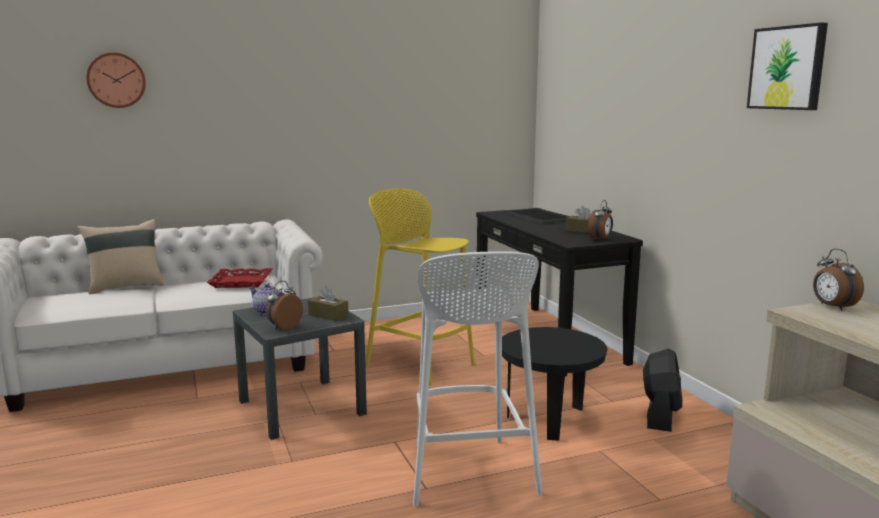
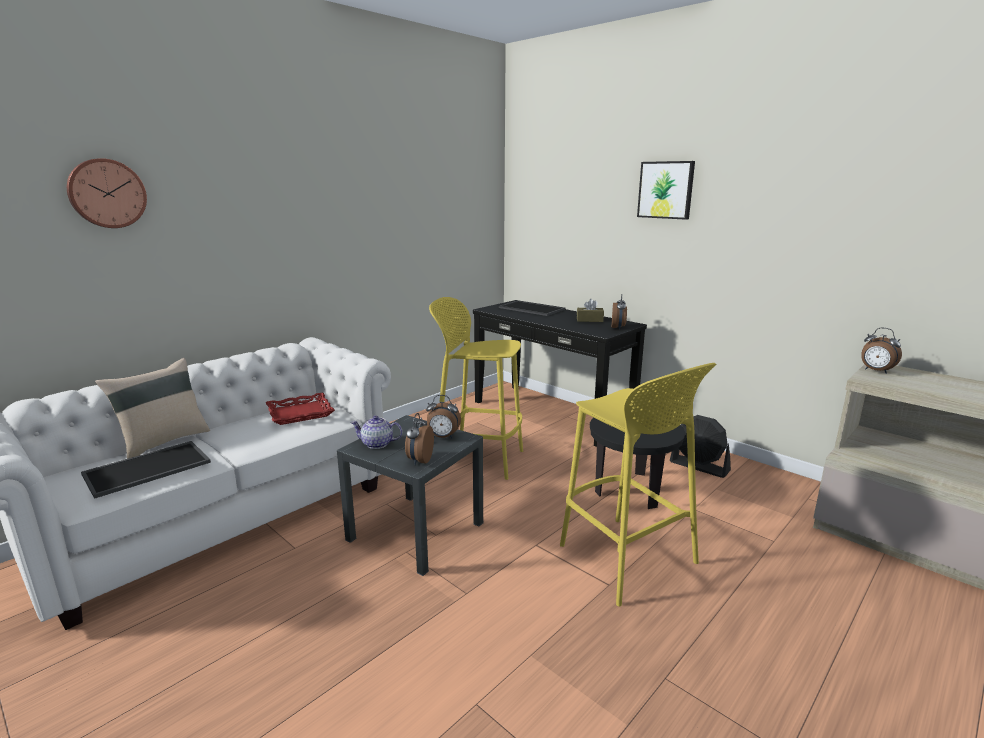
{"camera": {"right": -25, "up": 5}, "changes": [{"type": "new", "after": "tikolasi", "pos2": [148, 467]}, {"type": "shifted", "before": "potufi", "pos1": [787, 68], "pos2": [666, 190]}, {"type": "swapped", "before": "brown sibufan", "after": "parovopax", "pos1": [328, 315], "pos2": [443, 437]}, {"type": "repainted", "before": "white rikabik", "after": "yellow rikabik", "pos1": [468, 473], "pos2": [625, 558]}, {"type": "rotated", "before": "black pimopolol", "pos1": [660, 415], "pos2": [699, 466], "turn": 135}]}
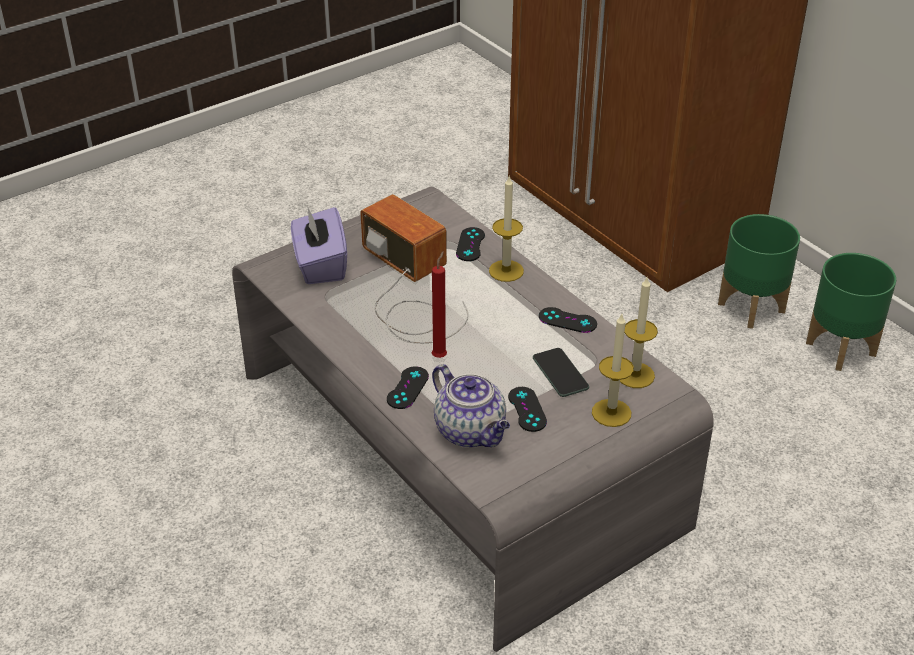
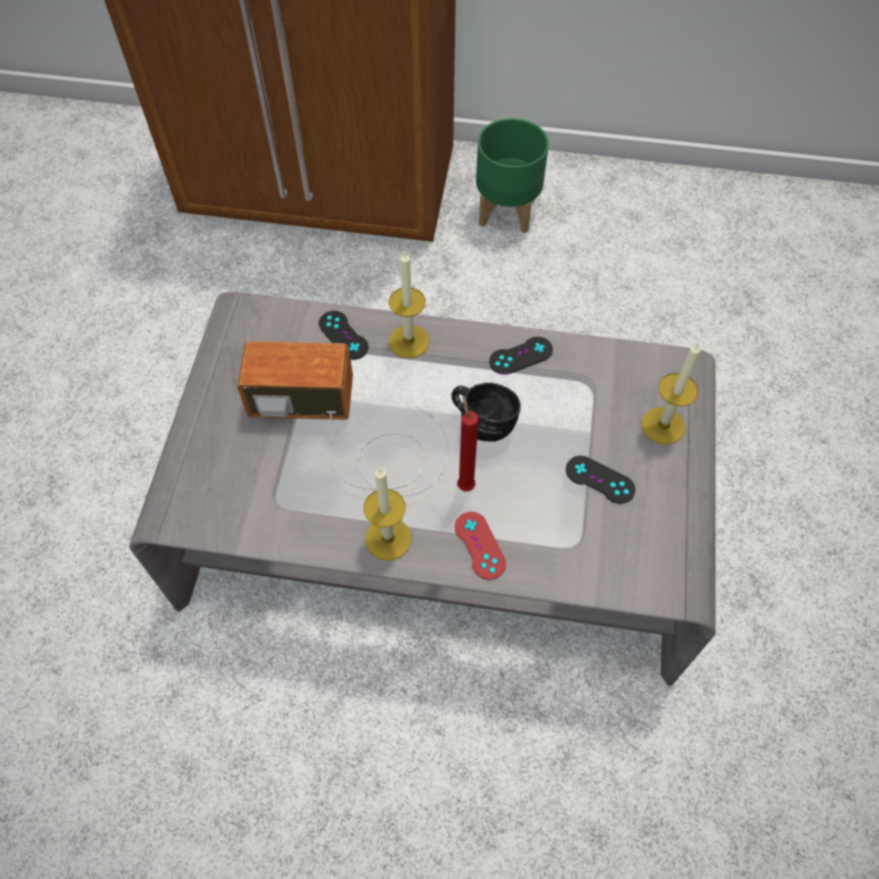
{"camera": {"right": -45, "up": 20}, "changes": [{"type": "gone", "before": "purple sibufan", "pos1": [320, 265]}, {"type": "gone", "before": "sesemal", "pos1": [471, 432]}, {"type": "gone", "before": "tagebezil", "pos1": [560, 373]}, {"type": "gone", "before": "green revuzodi", "pos1": [841, 348]}, {"type": "new", "after": "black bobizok", "pos2": [483, 421]}, {"type": "shifted", "before": "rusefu", "pos1": [635, 375], "pos2": [388, 538]}, {"type": "repainted", "before": "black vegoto", "after": "red vegoto", "pos1": [407, 388], "pos2": [479, 545]}]}
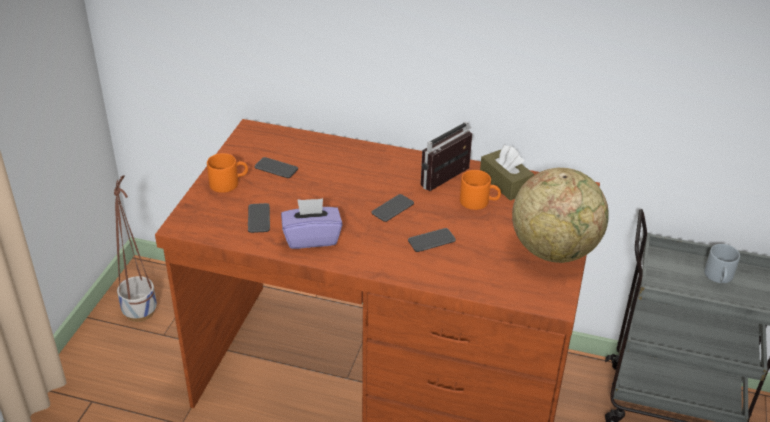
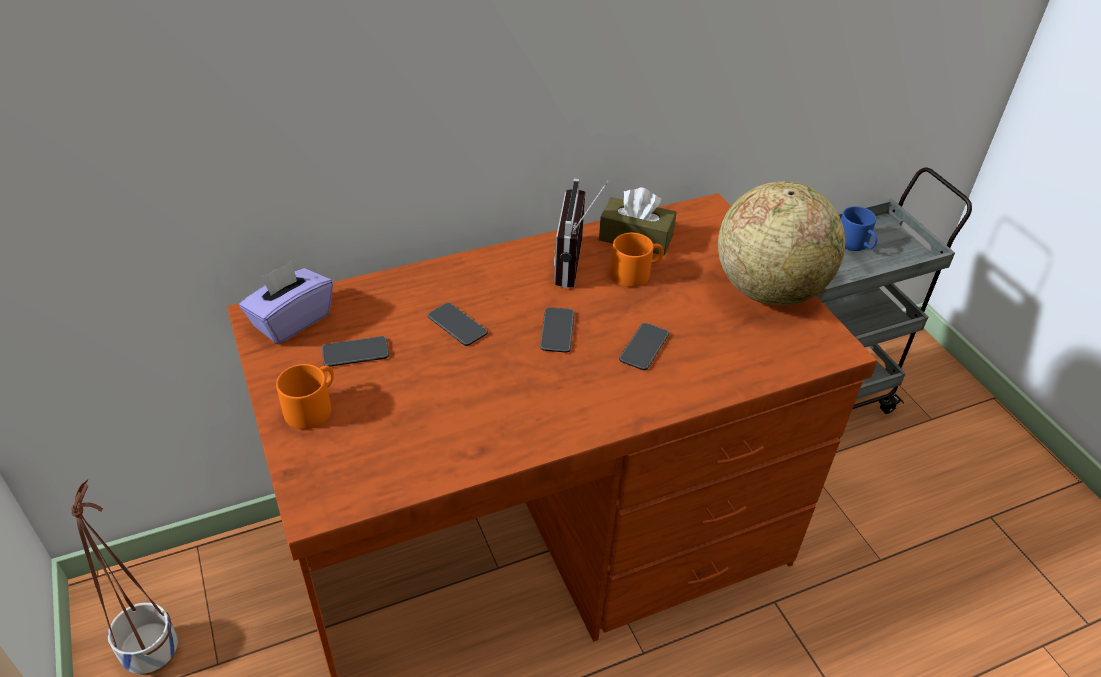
{"camera": {"right": -40, "up": 5}, "changes": [{"type": "shifted", "before": "tagebezil", "pos1": [259, 219], "pos2": [457, 325]}, {"type": "shifted", "before": "purple sibufan", "pos1": [311, 238], "pos2": [291, 320]}, {"type": "repainted", "before": "grey bobizok", "after": "blue bobizok", "pos1": [719, 277], "pos2": [856, 244]}]}
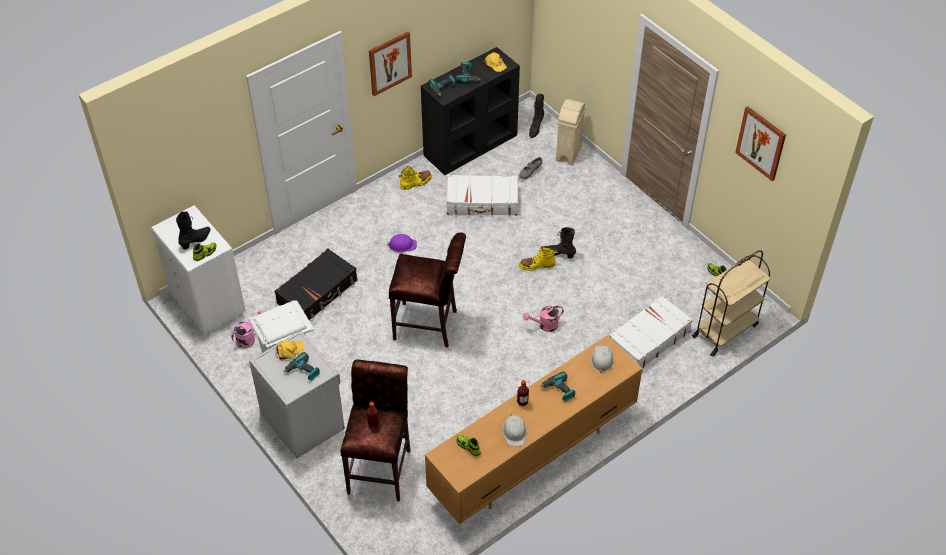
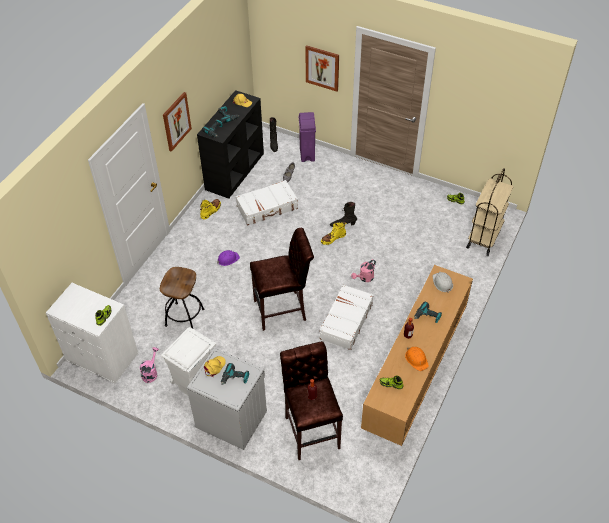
{"camera": {"right": -25, "up": 0}, "changes": [{"type": "gone", "before": "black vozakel", "pos1": [196, 241]}, {"type": "shifted", "before": "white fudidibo", "pos1": [648, 339], "pos2": [346, 321]}, {"type": "shifted", "before": "potufi", "pos1": [761, 143], "pos2": [322, 68]}, {"type": "swapped", "before": "black fudidibo", "after": "brown rikabik", "pos1": [318, 292], "pos2": [184, 317]}, {"type": "repainted", "before": "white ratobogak", "after": "orange ratobogak", "pos1": [514, 432], "pos2": [416, 359]}, {"type": "repainted", "before": "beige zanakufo", "after": "purple zanakufo", "pos1": [568, 153], "pos2": [307, 154]}]}
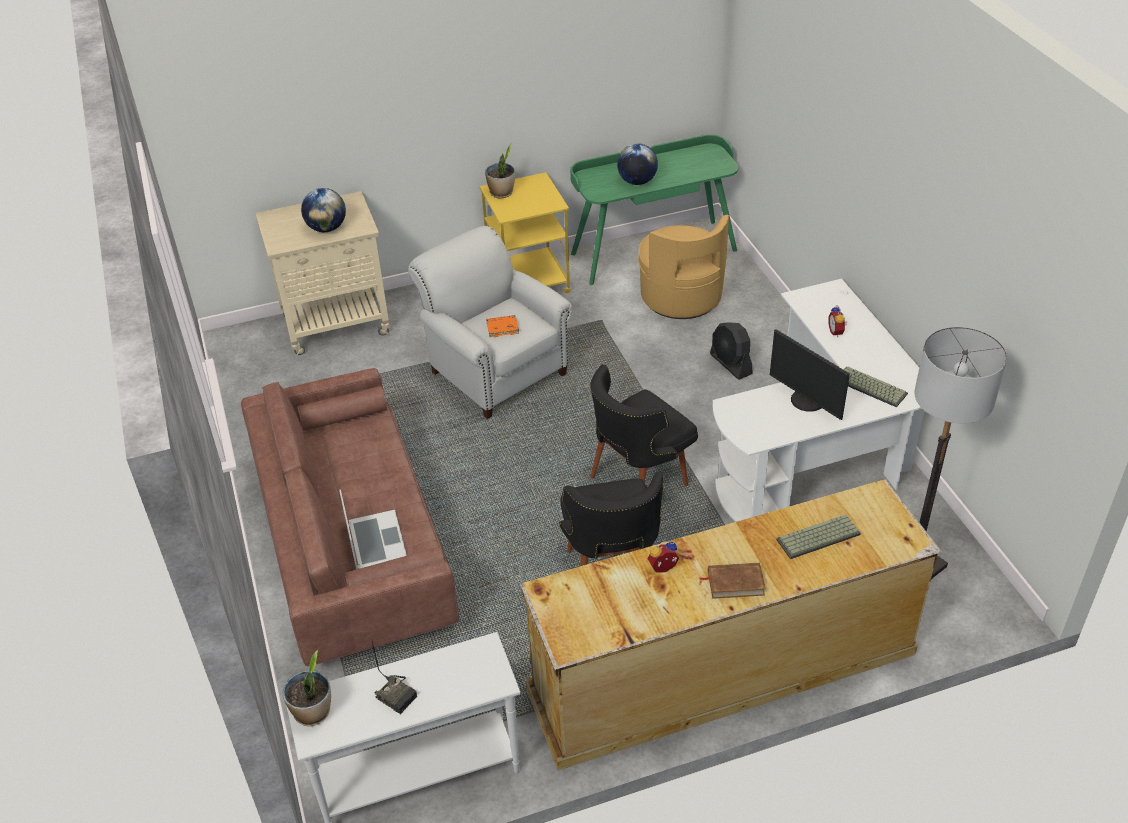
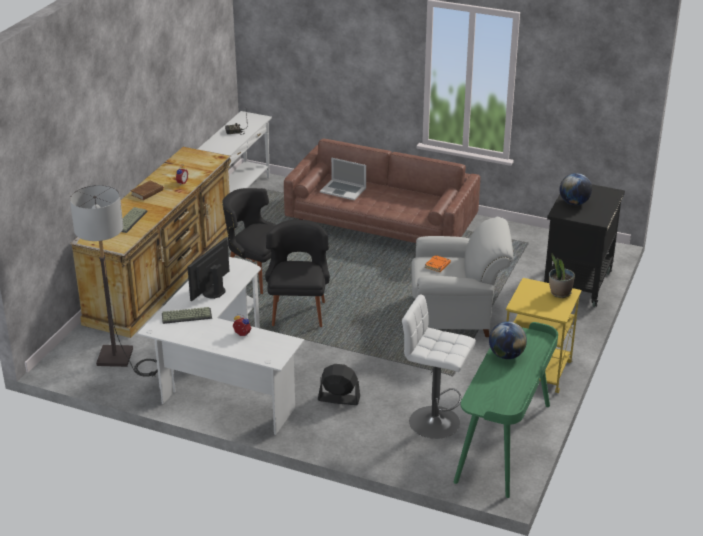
{"camera": {"right": 130, "up": -10}, "changes": [{"type": "gone", "before": "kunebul", "pos1": [313, 712]}, {"type": "swapped", "before": "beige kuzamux", "after": "white rikabik", "pos1": [680, 296], "pos2": [434, 422]}, {"type": "repainted", "before": "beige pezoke", "after": "black pezoke", "pos1": [337, 325], "pos2": [577, 285]}, {"type": "rotated", "before": "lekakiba", "pos1": [806, 401], "pos2": [212, 291], "turn": -60}]}
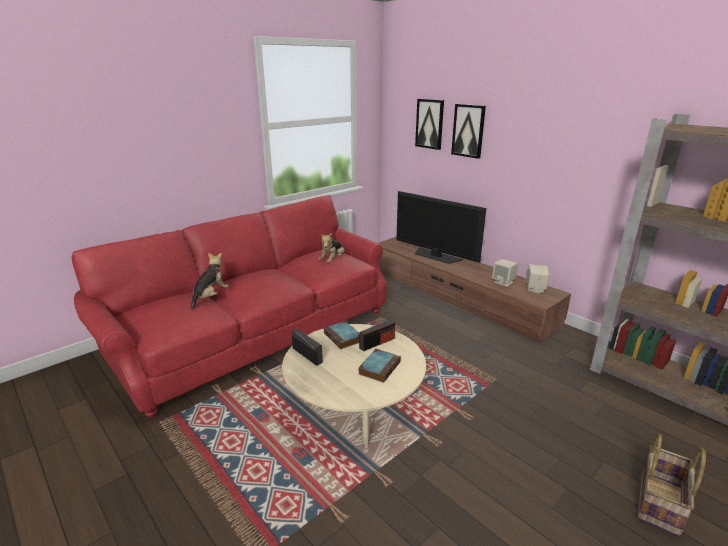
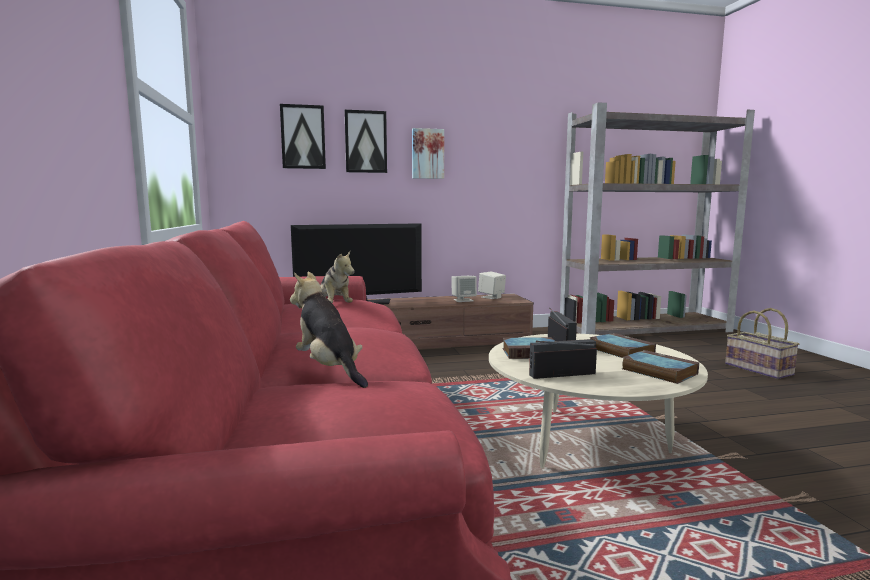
{"camera": {"right": -60, "up": -15}, "changes": [{"type": "new", "after": "potufi", "pos2": [427, 154]}, {"type": "new", "after": "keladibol", "pos2": [657, 371]}]}
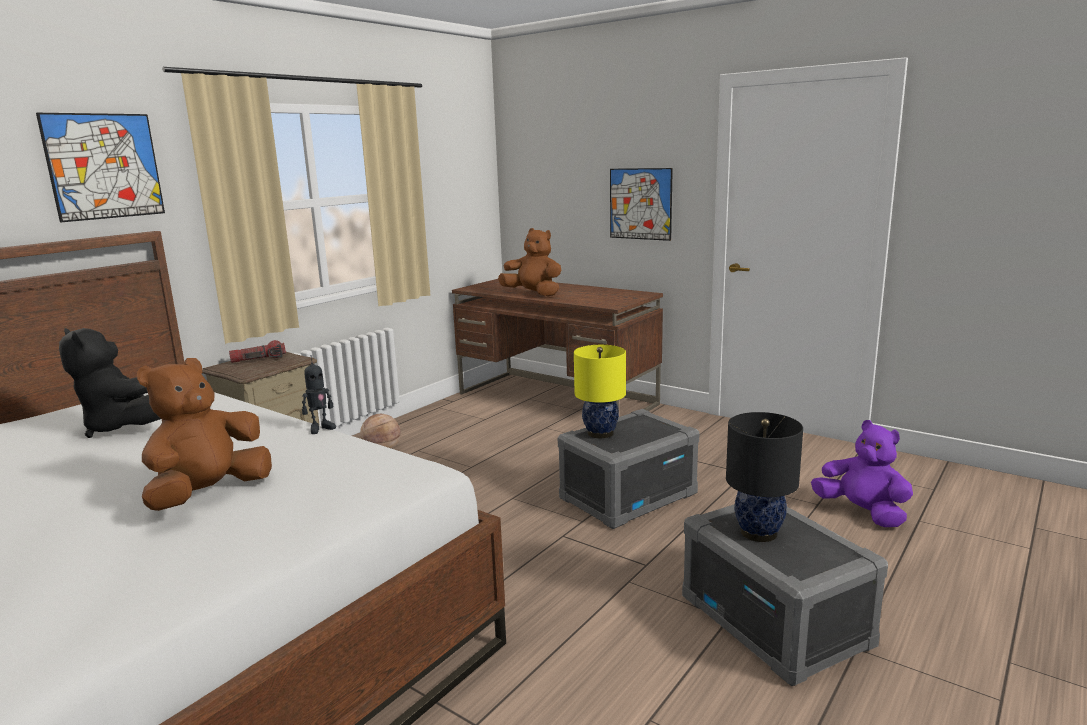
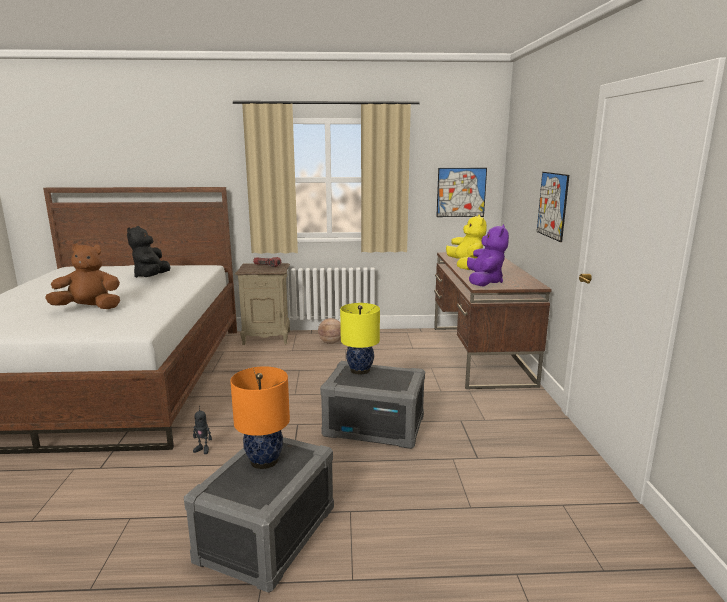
{"camera": {"right": 50, "up": 0}, "changes": [{"type": "shifted", "before": "potufi", "pos1": [104, 166], "pos2": [461, 192]}, {"type": "shifted", "before": "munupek", "pos1": [320, 428], "pos2": [203, 449]}, {"type": "shifted", "before": "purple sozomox", "pos1": [862, 513], "pos2": [484, 282]}, {"type": "repainted", "before": "brown sozomox", "after": "yellow sozomox", "pos1": [533, 294], "pos2": [465, 266]}, {"type": "repainted", "before": "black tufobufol", "after": "orange tufobufol", "pos1": [759, 532], "pos2": [264, 461]}]}
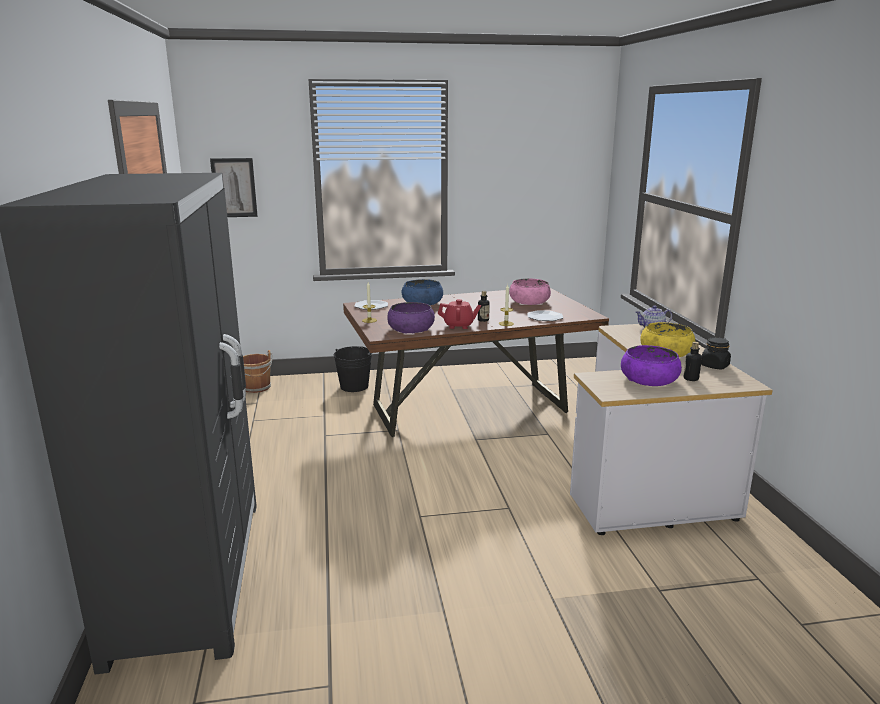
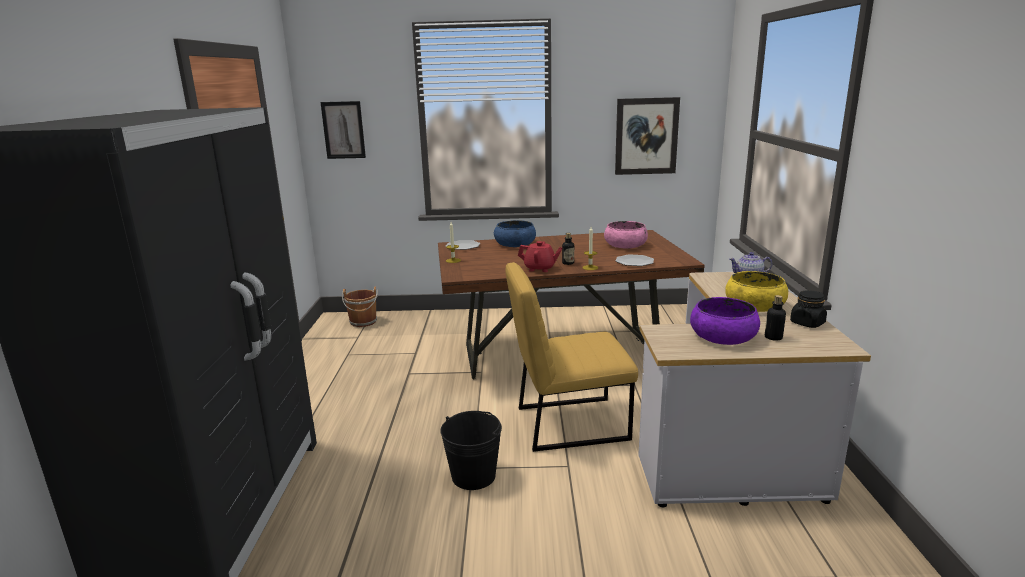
{"camera": {"right": 10, "up": 0}, "changes": [{"type": "gone", "before": "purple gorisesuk", "pos1": [411, 329]}, {"type": "new", "after": "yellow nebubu", "pos2": [568, 423]}, {"type": "new", "after": "potufi", "pos2": [646, 136]}, {"type": "shifted", "before": "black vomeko", "pos1": [354, 386], "pos2": [473, 476]}]}
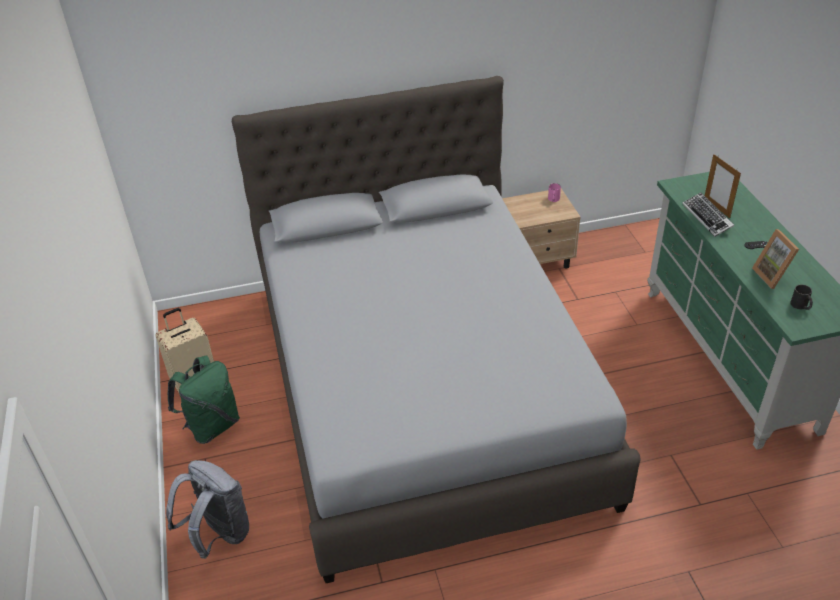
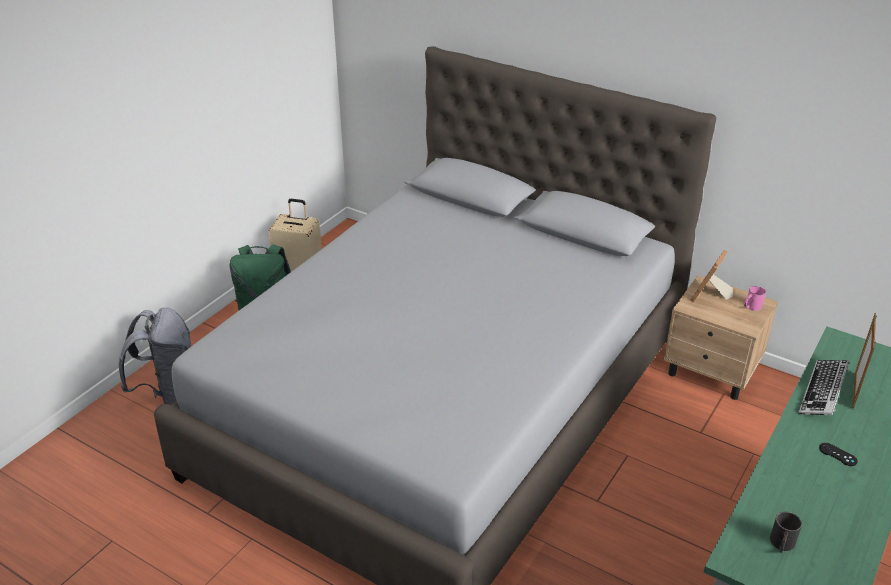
{"camera": {"right": 45, "up": -5}, "changes": [{"type": "shifted", "before": "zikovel", "pos1": [773, 276], "pos2": [709, 296]}]}
